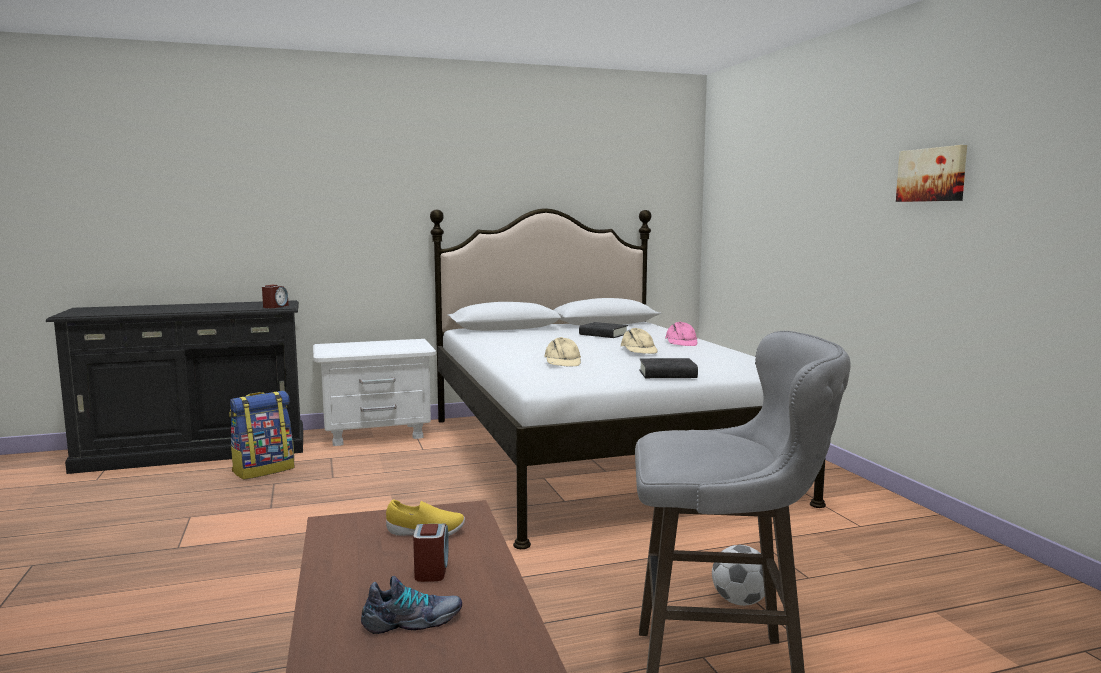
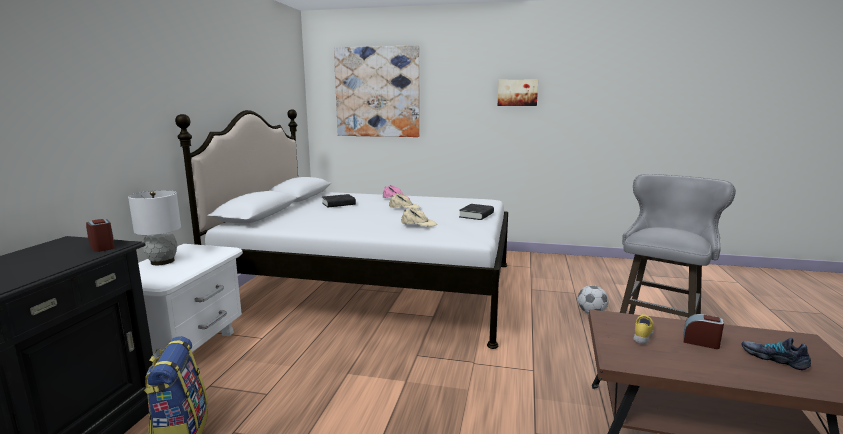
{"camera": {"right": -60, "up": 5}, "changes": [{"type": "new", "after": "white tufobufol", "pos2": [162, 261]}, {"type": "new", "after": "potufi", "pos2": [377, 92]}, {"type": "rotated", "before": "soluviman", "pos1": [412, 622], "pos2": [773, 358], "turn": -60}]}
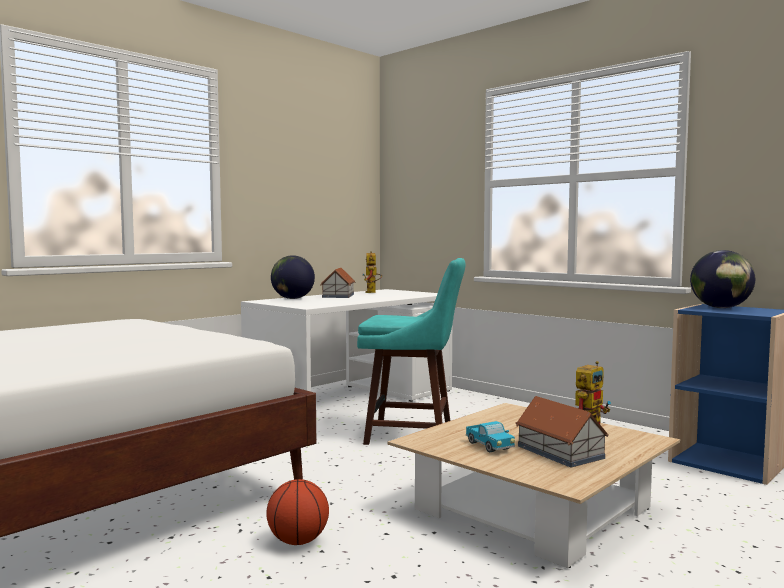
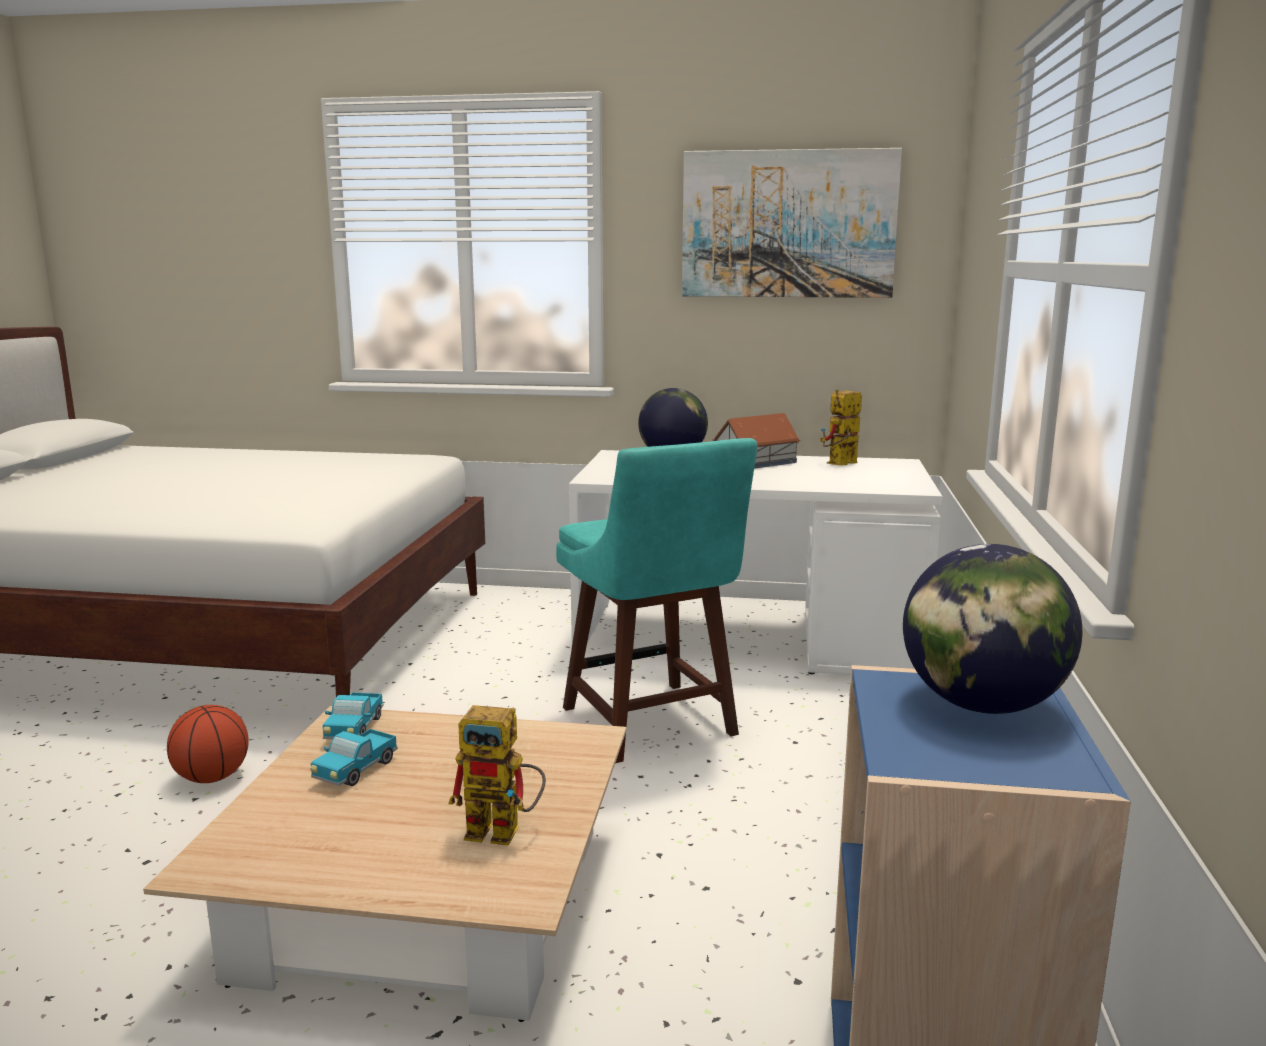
{"camera": {"right": 55, "up": 10}, "changes": [{"type": "gone", "before": "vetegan", "pos1": [560, 452]}, {"type": "new", "after": "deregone", "pos2": [354, 729]}, {"type": "new", "after": "potufi", "pos2": [788, 224]}]}
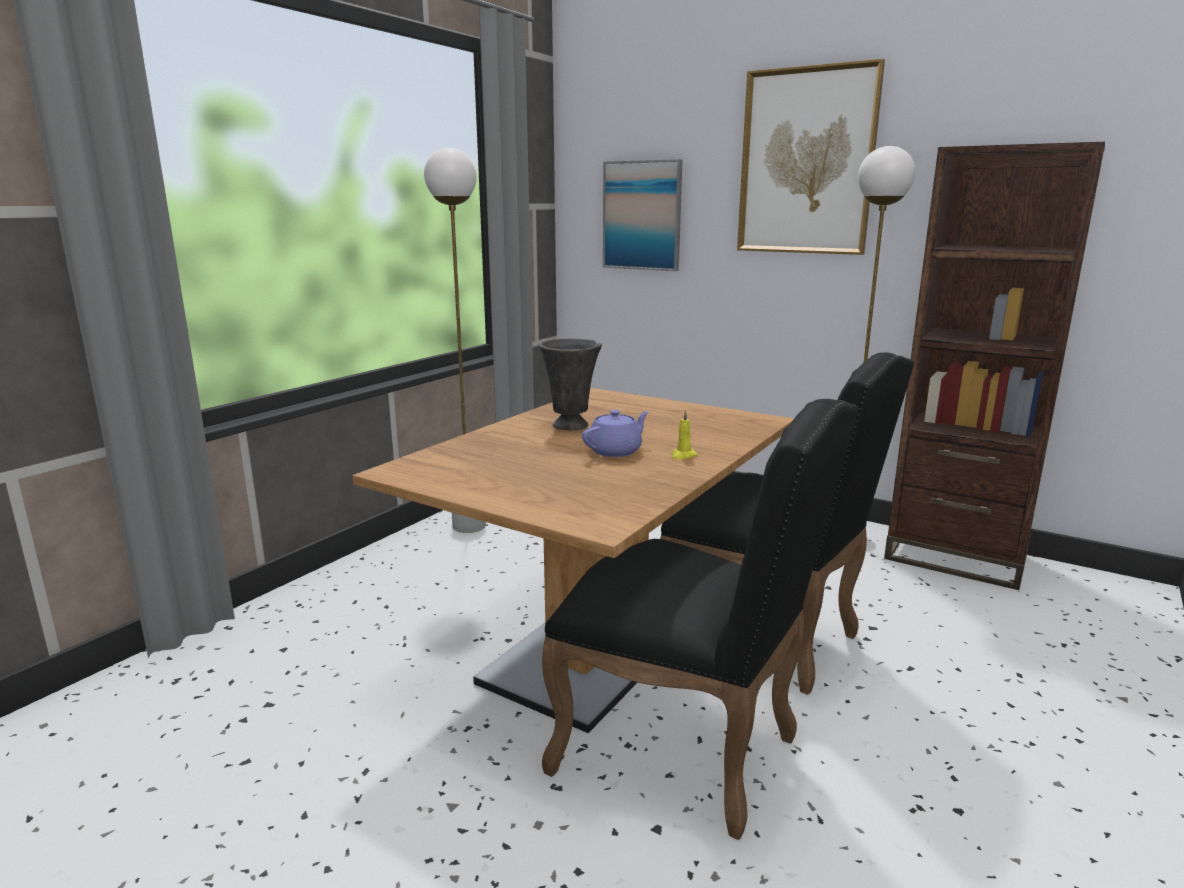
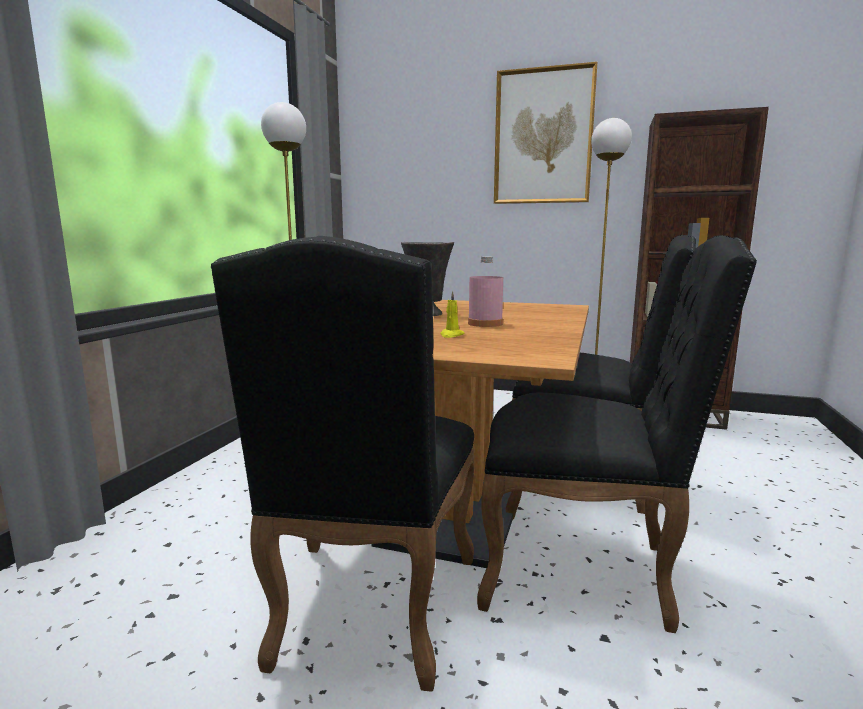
{"camera": {"right": -15, "up": -5}, "changes": [{"type": "gone", "before": "potufi", "pos1": [642, 215]}, {"type": "new", "after": "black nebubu", "pos2": [369, 611]}, {"type": "shifted", "before": "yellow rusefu", "pos1": [682, 456], "pos2": [451, 335]}, {"type": "swapped", "before": "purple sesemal", "after": "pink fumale", "pos1": [616, 451], "pos2": [485, 324]}]}
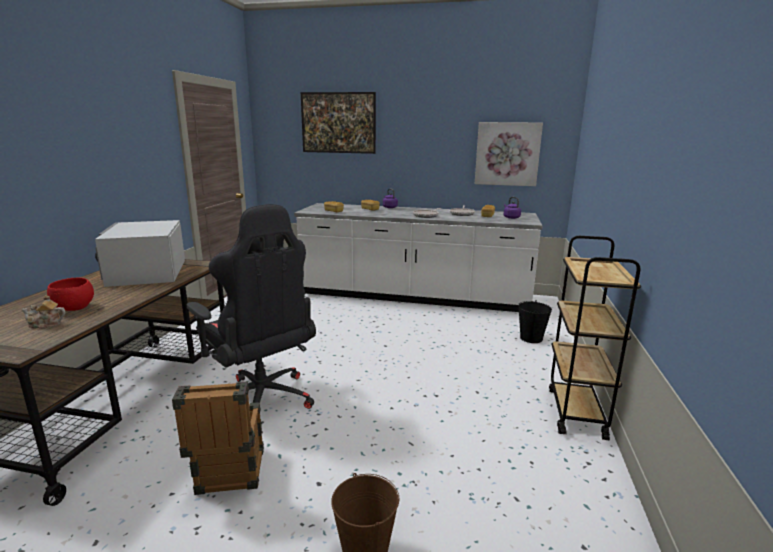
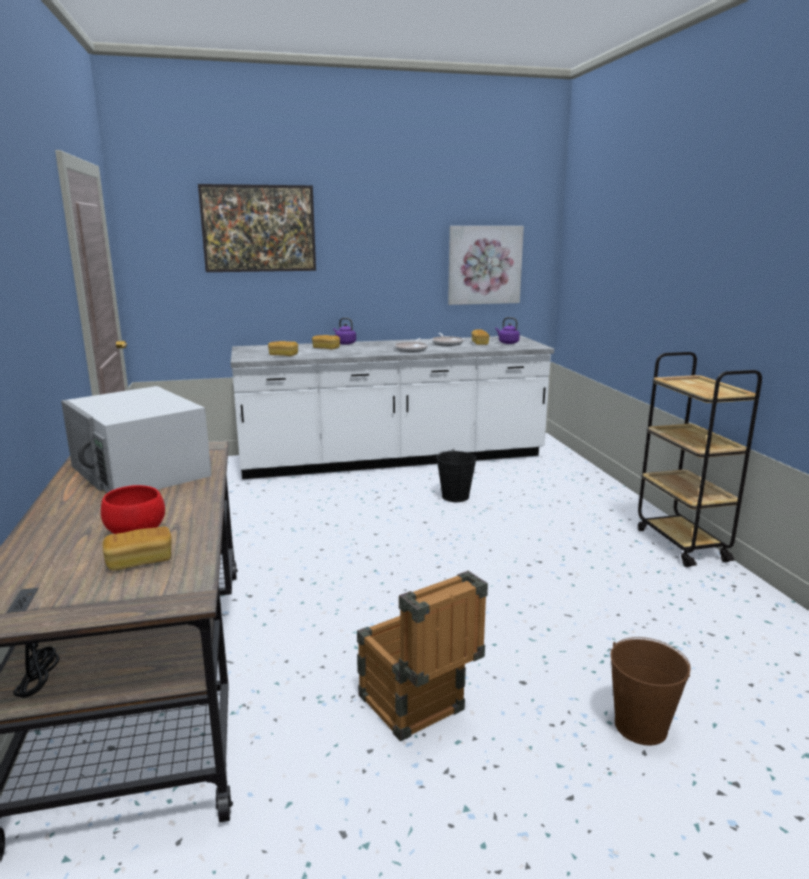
{"camera": {"right": -25, "up": 0}, "changes": [{"type": "gone", "before": "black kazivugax", "pos1": [261, 399]}, {"type": "shifted", "before": "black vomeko", "pos1": [531, 338], "pos2": [455, 496]}, {"type": "swapped", "before": "sesemal", "after": "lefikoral", "pos1": [45, 324], "pos2": [140, 561]}]}
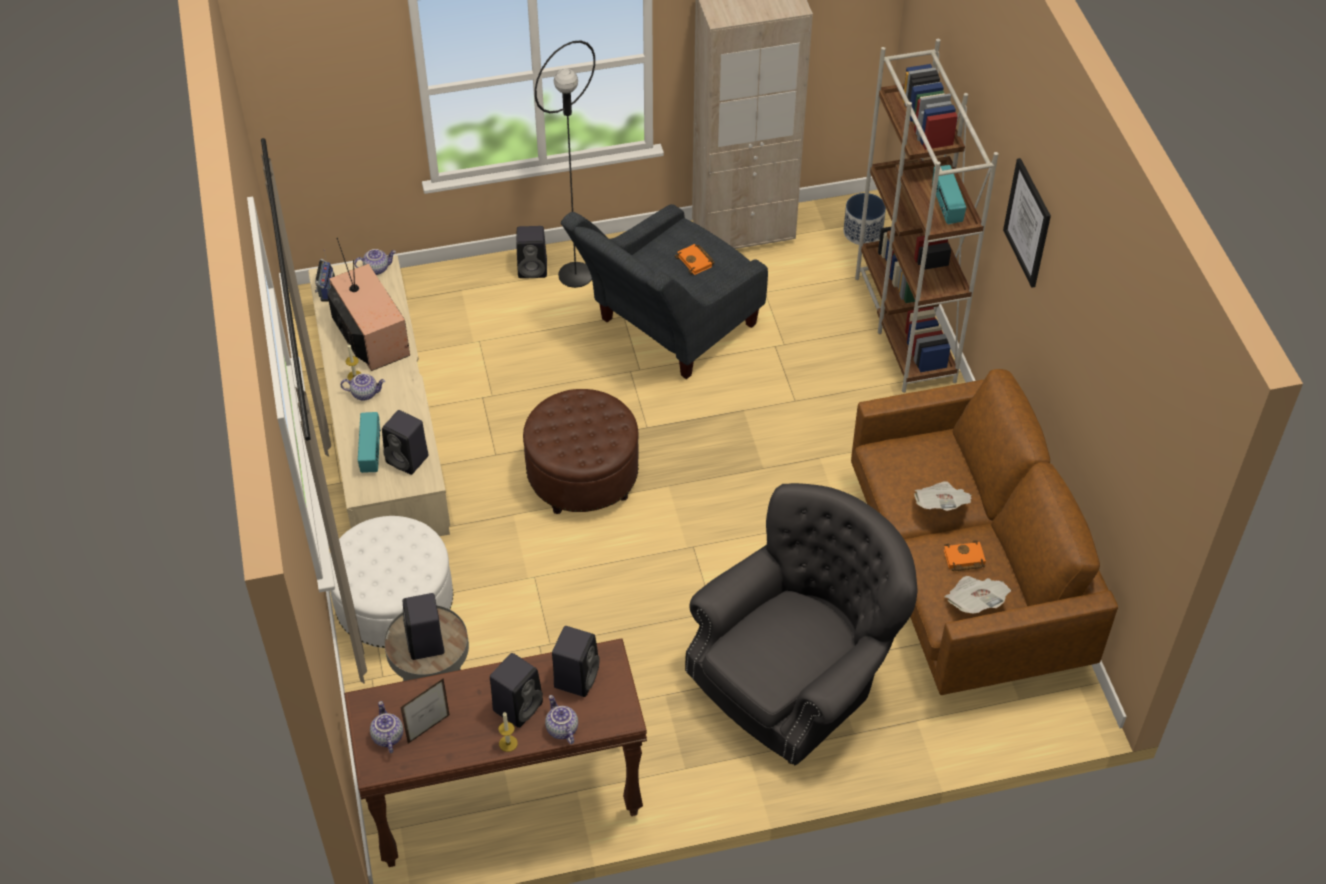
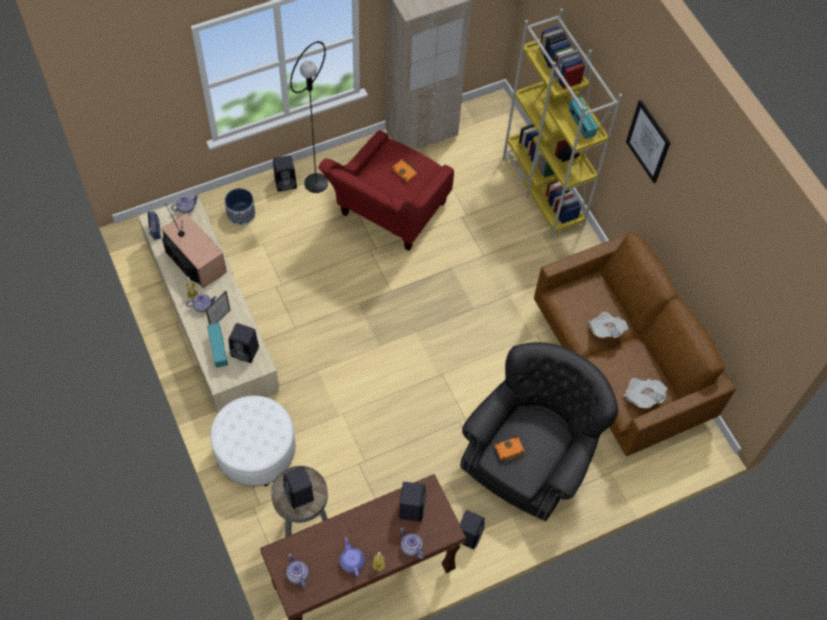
{"camera": {"right": -15, "up": 10}, "changes": [{"type": "gone", "before": "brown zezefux", "pos1": [583, 478]}, {"type": "new", "after": "purple sesemal", "pos2": [352, 561]}, {"type": "shifted", "before": "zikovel", "pos1": [429, 729], "pos2": [220, 319]}, {"type": "shifted", "before": "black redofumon", "pos1": [518, 705], "pos2": [469, 534]}, {"type": "shifted", "before": "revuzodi", "pos1": [863, 232], "pos2": [241, 214]}, {"type": "shifted", "before": "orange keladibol", "pos1": [963, 559], "pos2": [509, 451]}, {"type": "repainted", "before": "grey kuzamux", "after": "red kuzamux", "pos1": [666, 330], "pos2": [387, 216]}, {"type": "repainted", "before": "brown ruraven", "after": "yellow ruraven", "pos1": [905, 329], "pos2": [543, 191]}]}
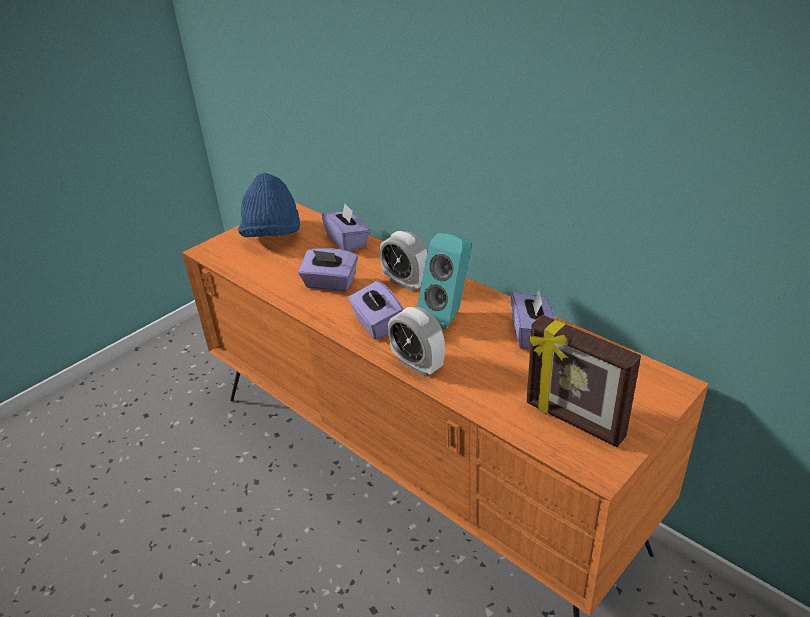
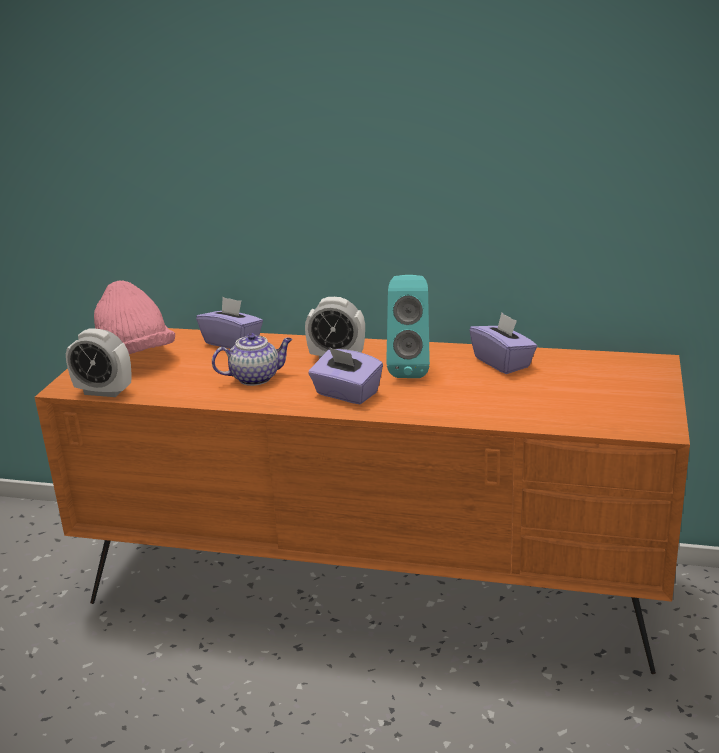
{"camera": {"right": -30, "up": -10}, "changes": [{"type": "gone", "before": "zikovel", "pos1": [573, 421]}, {"type": "shifted", "before": "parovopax", "pos1": [417, 364], "pos2": [104, 392]}, {"type": "swapped", "before": "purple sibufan", "after": "sesemal", "pos1": [330, 284], "pos2": [256, 378]}, {"type": "repainted", "before": "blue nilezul", "after": "pink nilezul", "pos1": [272, 235], "pos2": [135, 357]}]}
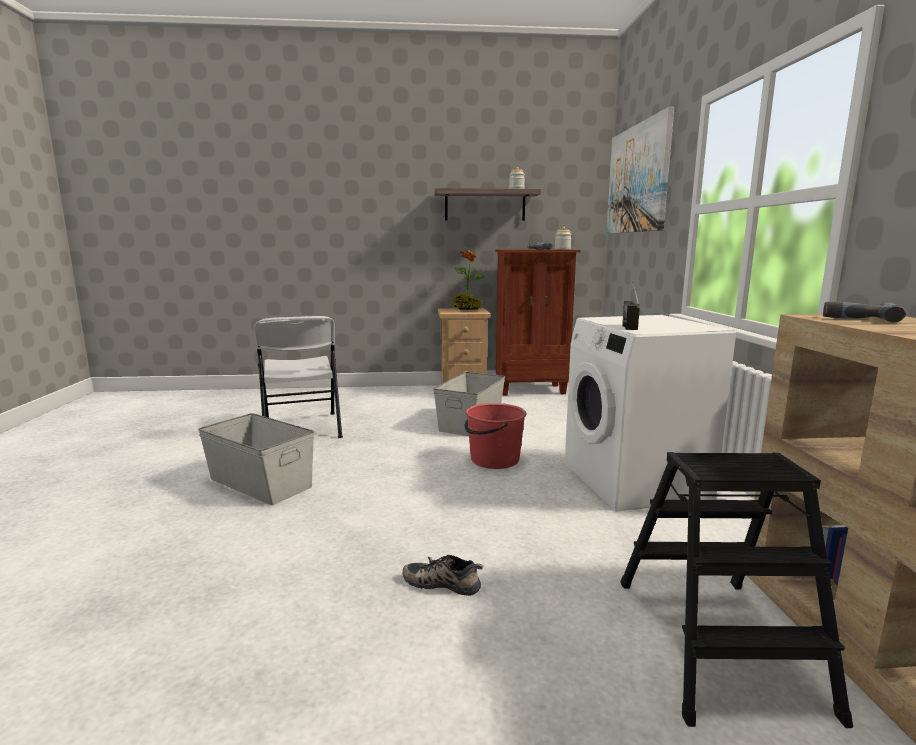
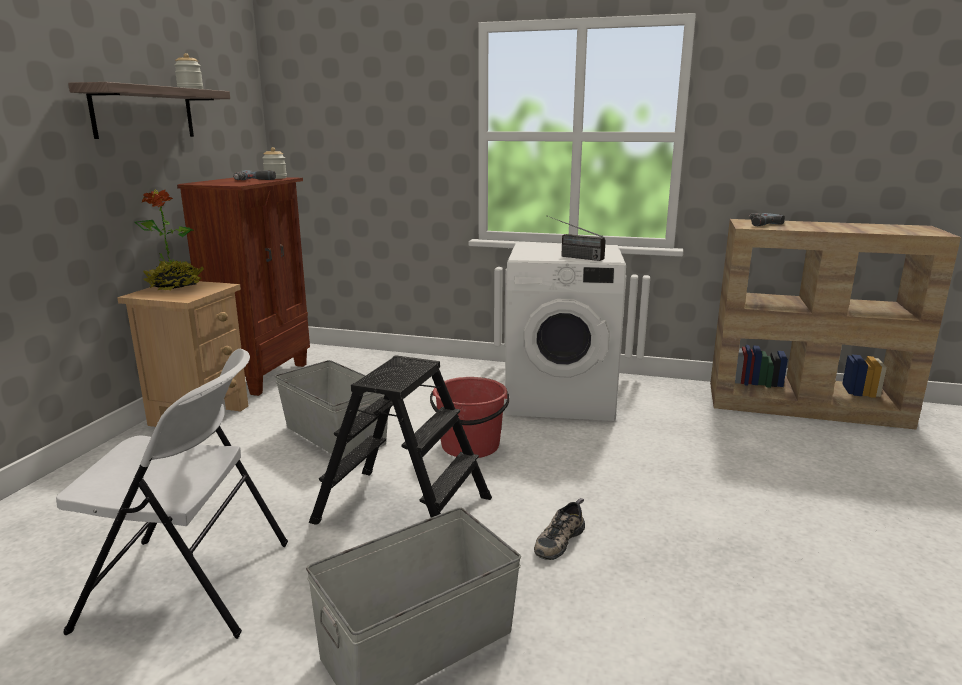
{"camera": {"right": -70, "up": 5}, "changes": [{"type": "gone", "before": "potufi", "pos1": [637, 179]}, {"type": "shifted", "before": "soluviman", "pos1": [443, 582], "pos2": [558, 539]}, {"type": "shifted", "before": "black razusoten", "pos1": [715, 642], "pos2": [403, 509]}]}
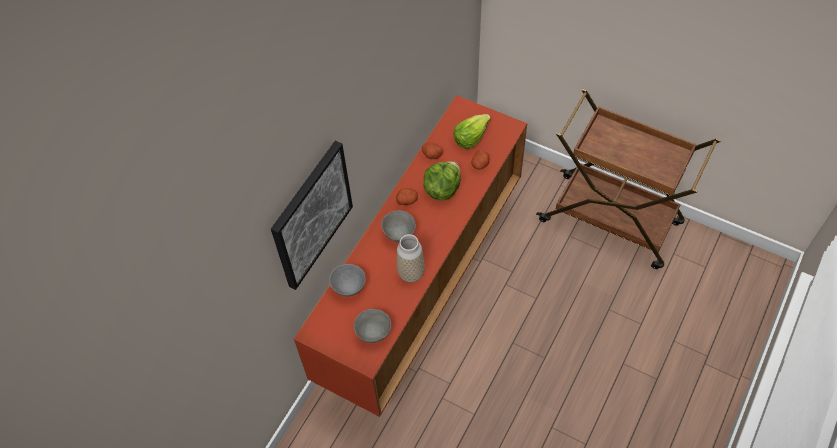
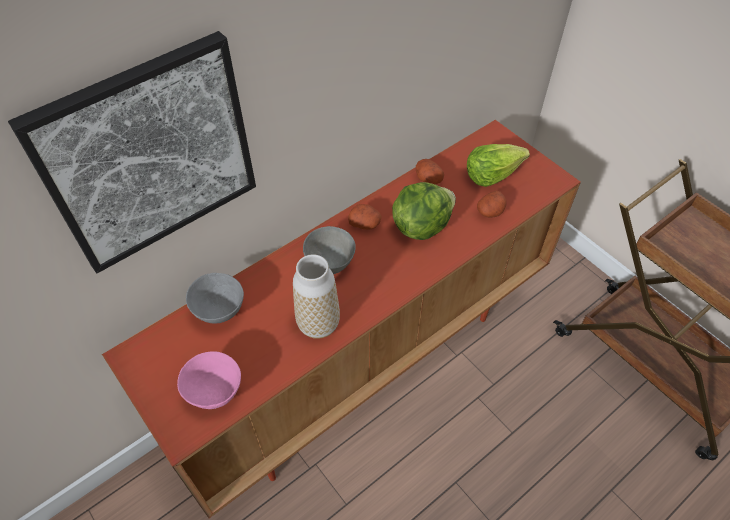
{"camera": {"right": 20, "up": -5}, "changes": [{"type": "repainted", "before": "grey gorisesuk", "after": "pink gorisesuk", "pos1": [374, 333], "pos2": [216, 393]}]}
